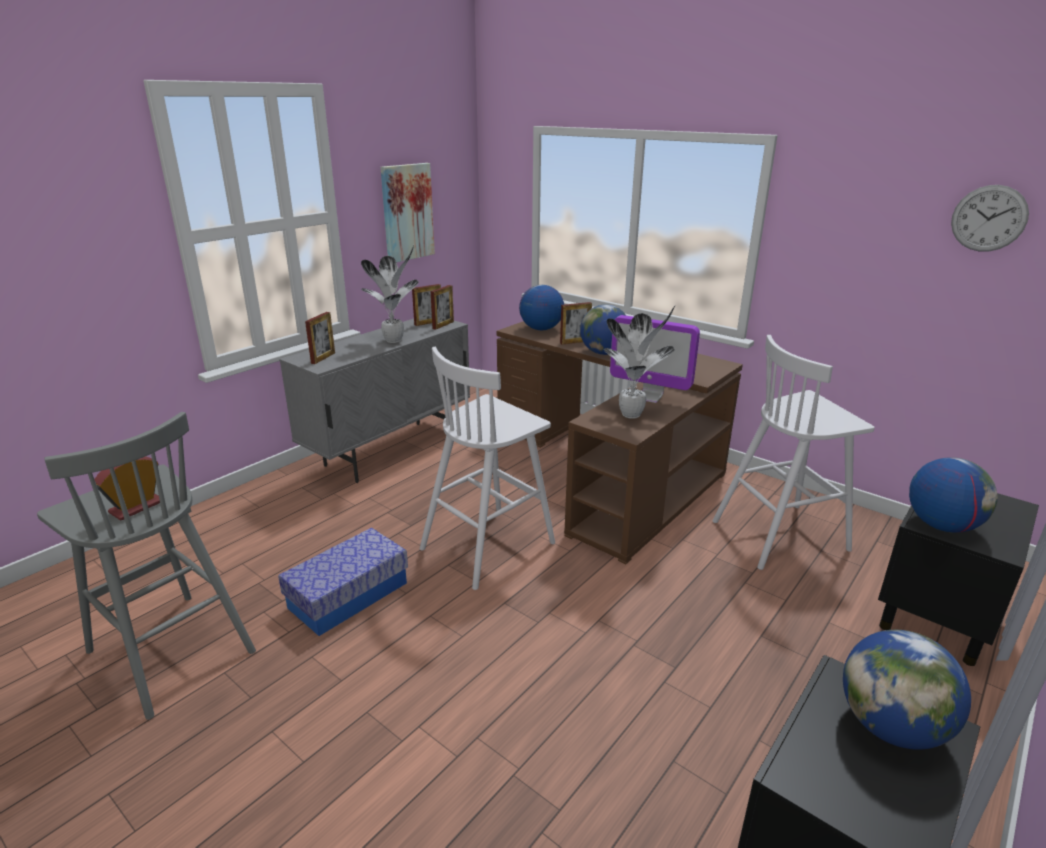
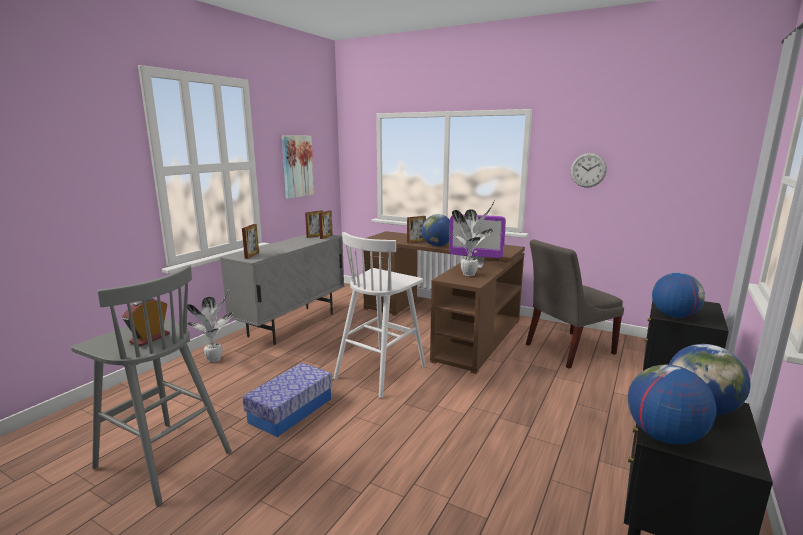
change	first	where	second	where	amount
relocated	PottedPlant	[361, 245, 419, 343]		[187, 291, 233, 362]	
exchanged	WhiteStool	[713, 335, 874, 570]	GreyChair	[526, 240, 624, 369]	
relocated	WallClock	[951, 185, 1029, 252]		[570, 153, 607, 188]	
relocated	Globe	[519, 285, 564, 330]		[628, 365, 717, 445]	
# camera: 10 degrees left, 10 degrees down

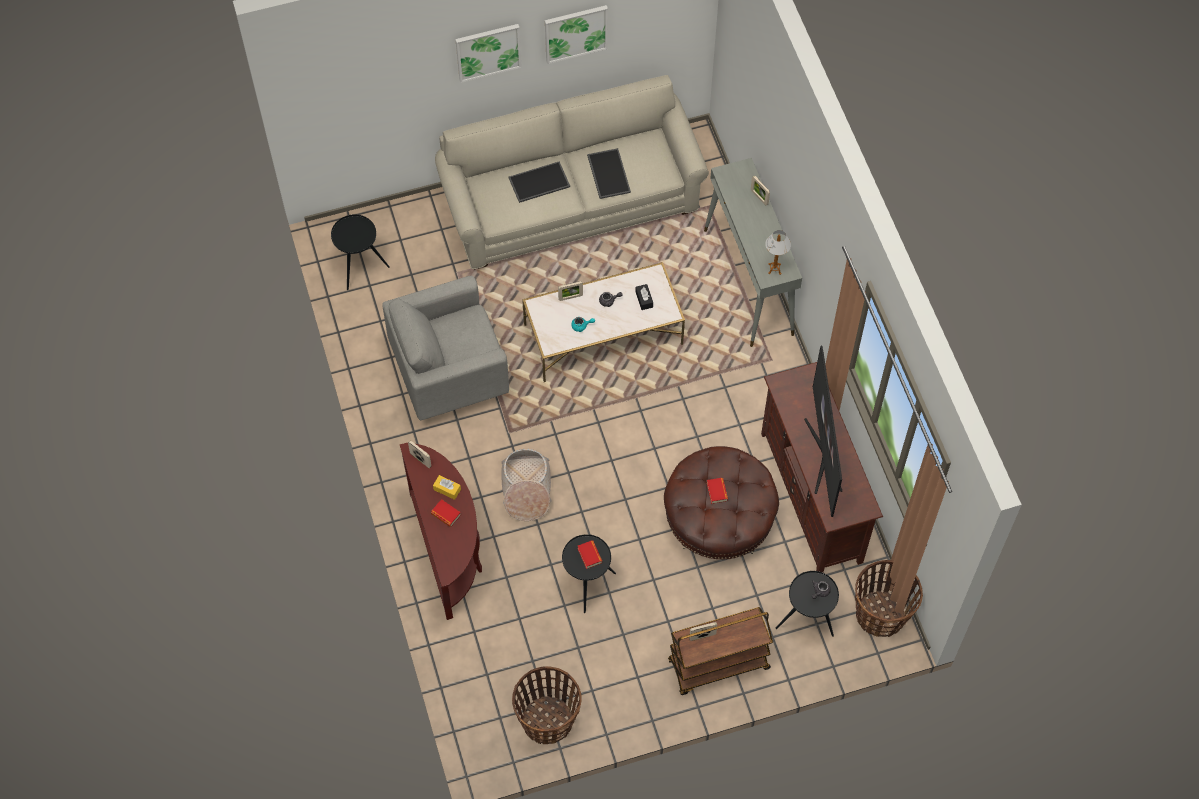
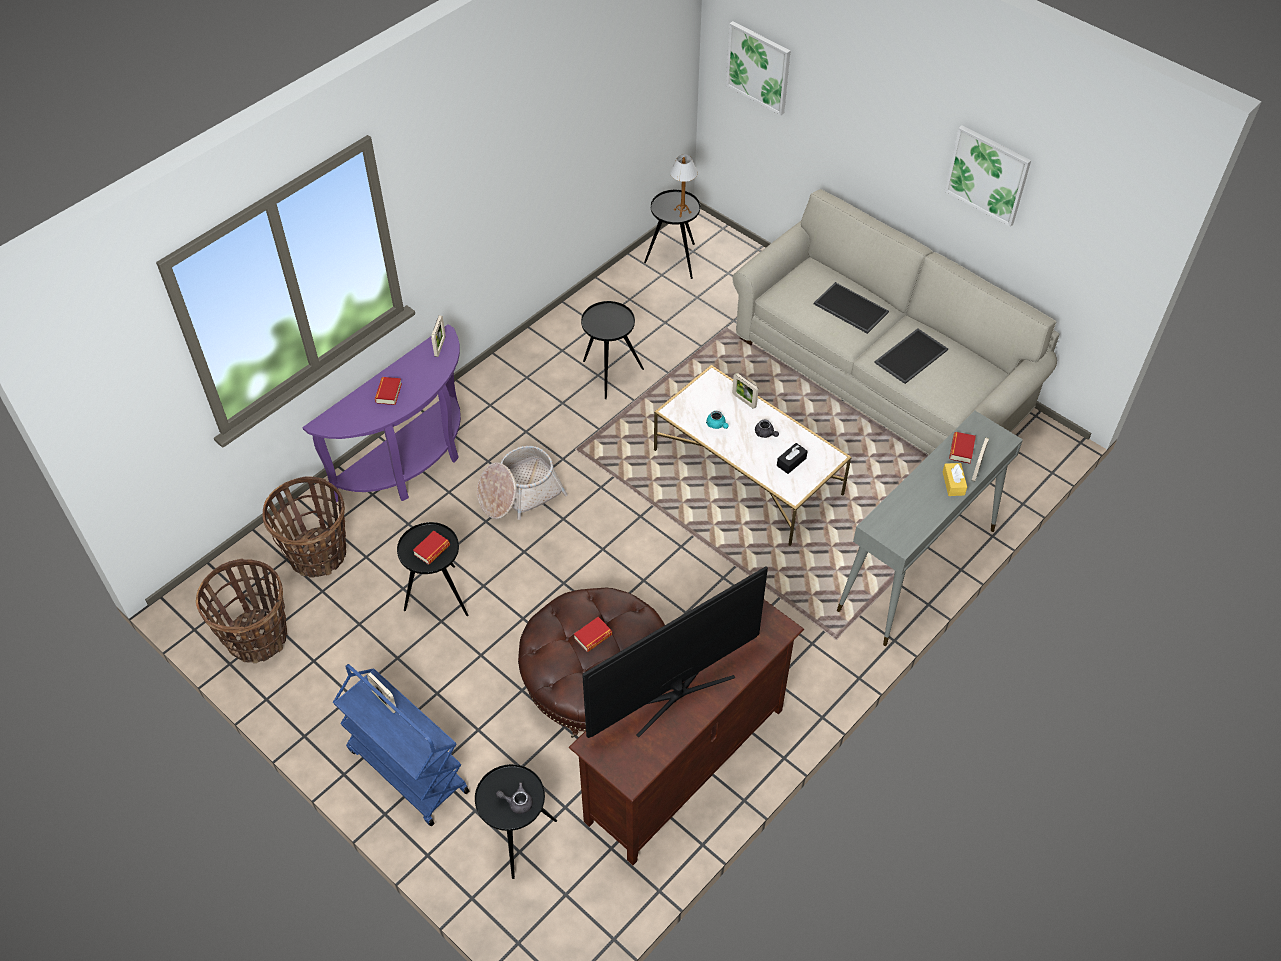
change	first	where	second	where	amount
relocated	Basket	[855, 560, 923, 637]		[262, 476, 346, 578]	
colour	BrownConsoleTable	[400, 443, 482, 620]	PurpleConsoleTable	[302, 324, 461, 502]	
colour	BrownCart	[668, 607, 773, 695]	BlueCart	[333, 664, 469, 826]	
exchanged	GreyArmchair	[382, 276, 509, 420]	BlackSideTable	[581, 301, 644, 399]	
relocated	TableLamp	[765, 230, 791, 275]		[670, 154, 698, 217]	
relocated	Picture	[455, 24, 522, 83]		[726, 21, 790, 115]	
relocated	YellowTissueBox	[433, 475, 461, 500]		[943, 463, 967, 496]	
appeared			Book	[949, 432, 976, 464]	
# camera: 60 degrees right, 10 degrees down

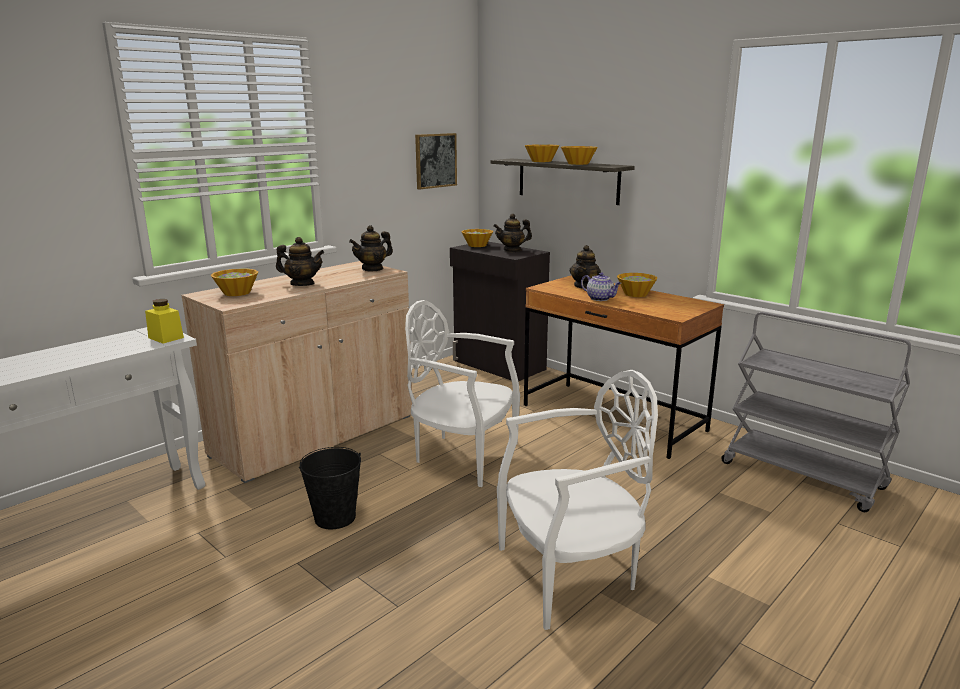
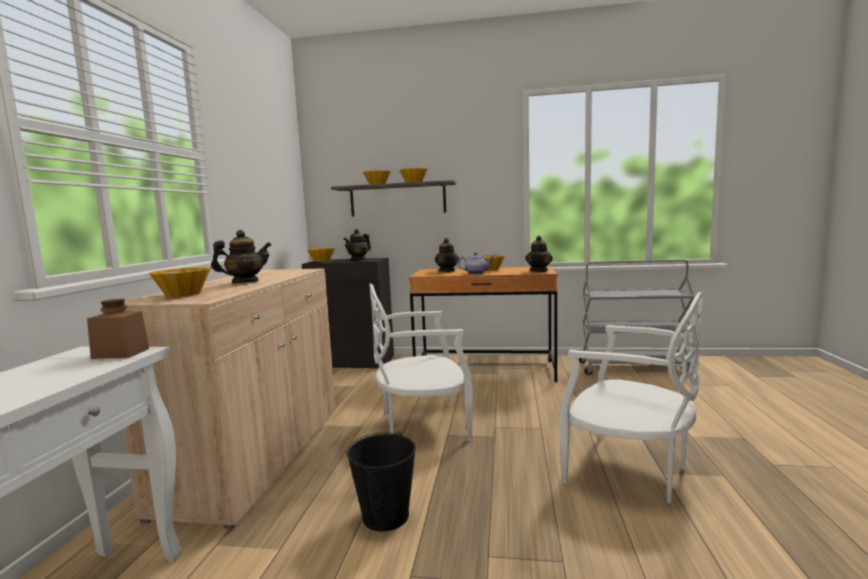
change	first	where	second	where	amount
colour	YellowJar	[145, 299, 184, 344]	BrownJar	[87, 299, 149, 359]	
relocated	Teapot	[349, 225, 393, 272]		[525, 236, 553, 272]	
spun	WhiteChair	[497, 370, 658, 630]		[559, 292, 703, 503]	90 degrees clockwise
missing	Picture	[415, 133, 457, 190]			
# camera: 35 degrees left, 10 degrees down

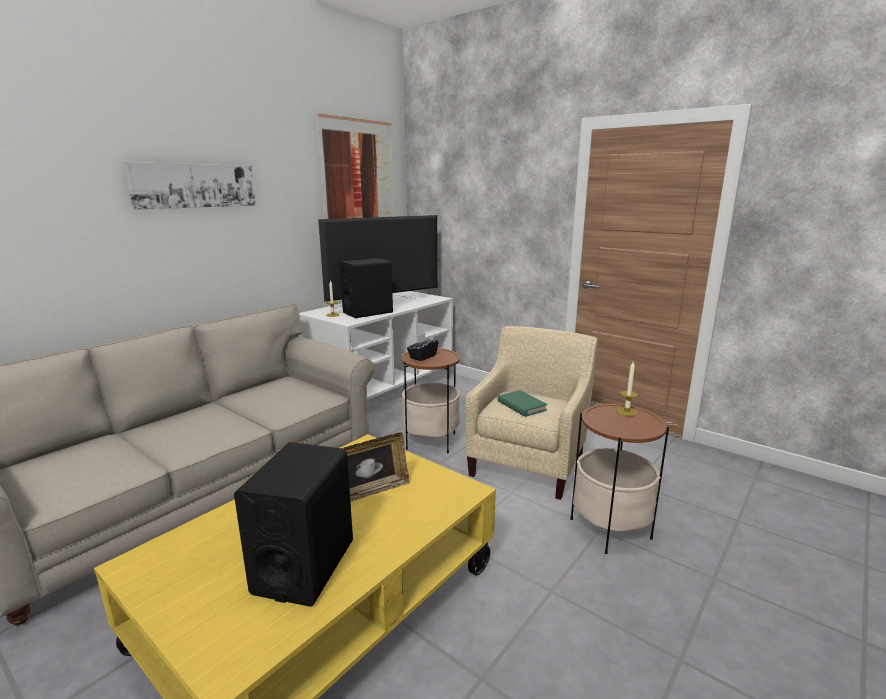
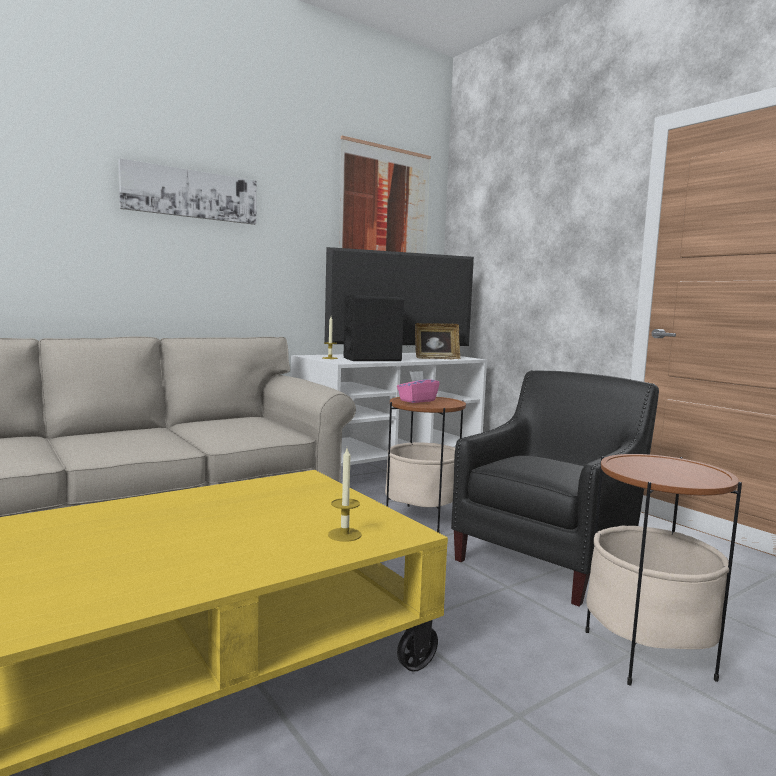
change	first	where	second	where	amount
relocated	Candle	[616, 362, 638, 416]		[328, 448, 361, 542]	
colour	BlackTissueBox	[407, 333, 438, 361]	PinkTissueBox	[397, 371, 440, 403]	
relocated	PictureFrame	[342, 432, 410, 502]		[415, 323, 460, 359]	
colour	BeigeArmchair	[465, 326, 598, 500]	BlackArmchair	[451, 370, 659, 607]	
missing	BlackSpeaker	[234, 442, 353, 607]			
missing	GreenBook	[498, 390, 548, 417]			
# camera: 15 degrees right, 10 degrees down

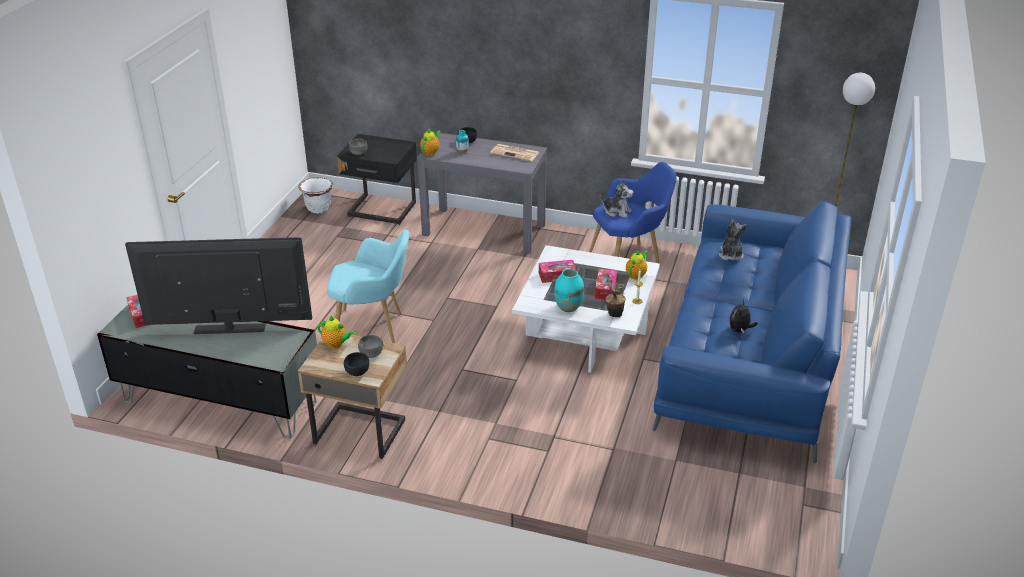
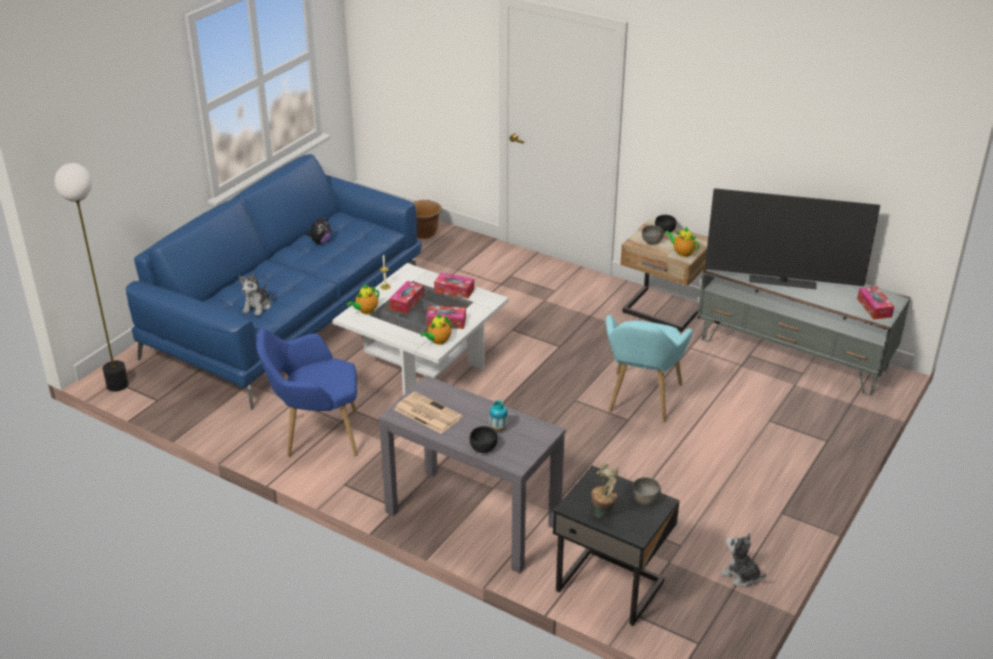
change	first	where	second	where	amount
appeared			BrownPlanter	[413, 200, 442, 239]	
relocated	Teapot	[420, 129, 441, 156]		[420, 313, 452, 345]	
exchanged	TurquoiseVase	[554, 269, 584, 312]	TissueBox	[434, 273, 474, 299]	
relocated	PottedPlant	[605, 278, 625, 317]		[591, 464, 618, 518]	
spun	TurquoiseArmchair	[327, 230, 409, 343]		[606, 315, 693, 422]	90 degrees counterclockwise
relocated	PlushToy	[600, 179, 634, 218]		[720, 533, 767, 587]	
missing	WhitePlanter	[298, 177, 333, 214]			
# camera: 165 degrees left, 0 degrees up

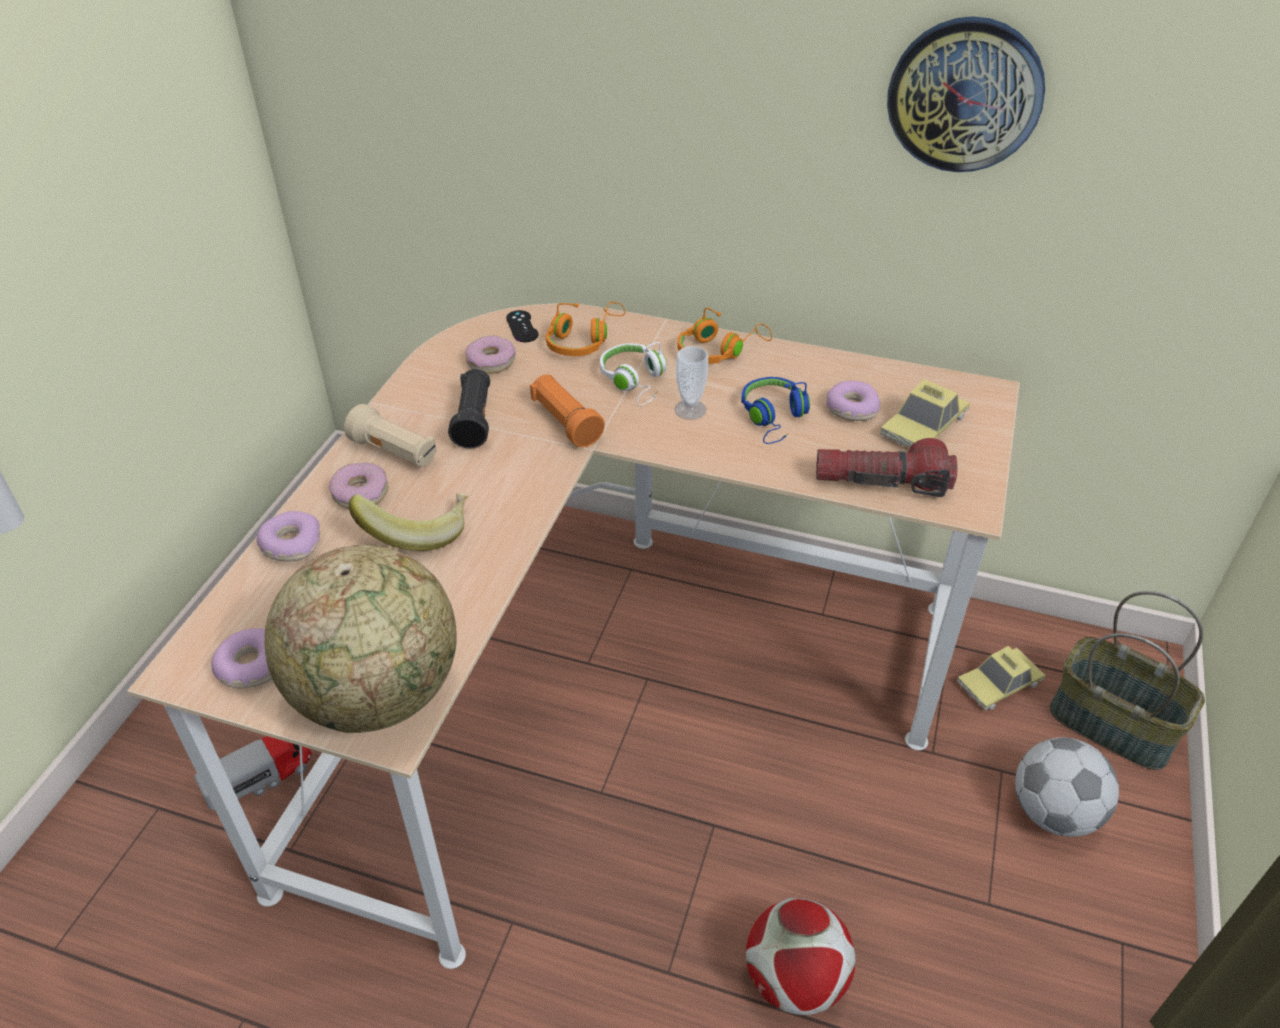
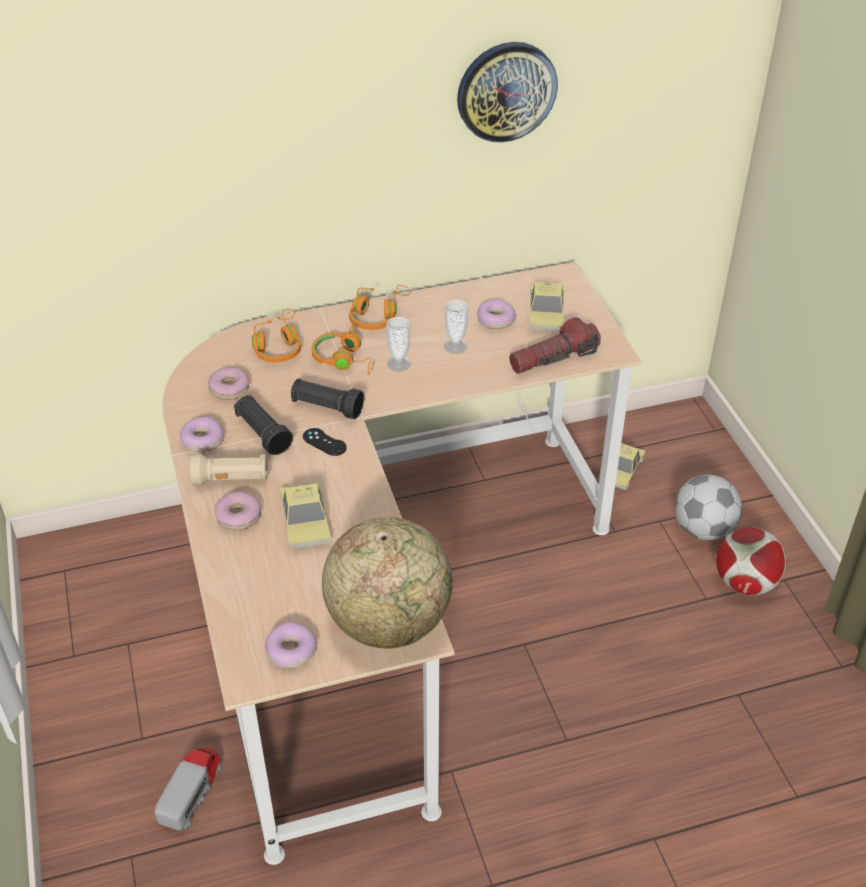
change	first	where	second	where	amount
relocated	Donut	[257, 511, 320, 561]		[180, 417, 224, 452]	
exchanged	Banana	[349, 493, 468, 551]	ToyCar	[280, 482, 332, 549]	
colour	OrangeFlashlight	[530, 374, 605, 447]	BlackFlashlight	[291, 378, 364, 419]	
relocated	BlackGameController	[506, 310, 539, 342]		[303, 428, 347, 456]	
colour	WhiteHeadphones	[600, 342, 667, 406]	OrangeHeadphones	[312, 325, 374, 375]	
exchanged	BlueHeadphones	[741, 377, 810, 444]	Cup	[444, 300, 468, 354]	
relocated	Football	[746, 898, 855, 1015]		[716, 527, 786, 596]	
missing	Basket	[1049, 591, 1205, 770]			
# camera: 35 degrees left, 0 degrees up

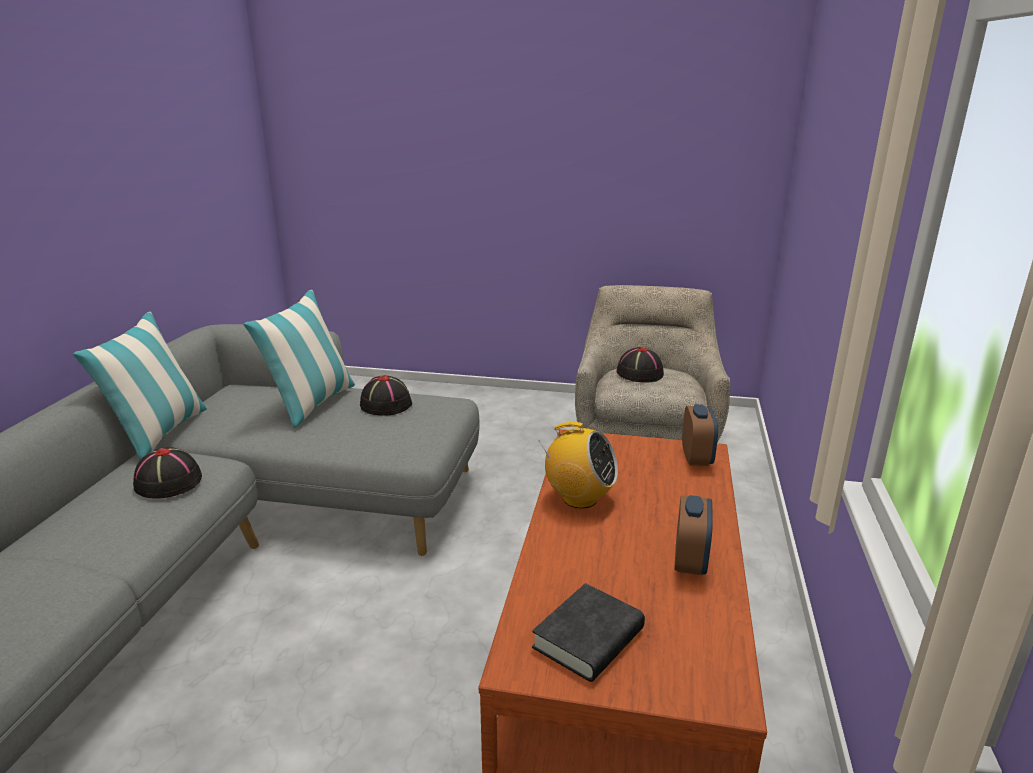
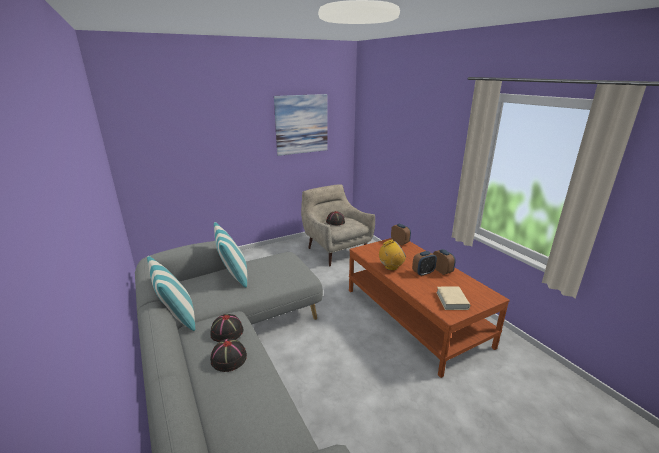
change	first	where	second	where	amount
relocated	BlackHat	[360, 375, 412, 416]		[210, 339, 247, 372]	
appeared			Picture	[274, 94, 328, 156]	
appeared			AlarmClock	[412, 251, 437, 276]	
colour	BlackBook	[532, 583, 645, 682]	BeigeBook	[436, 286, 470, 310]	
# camera: 40 degrees left, 0 degrees up

